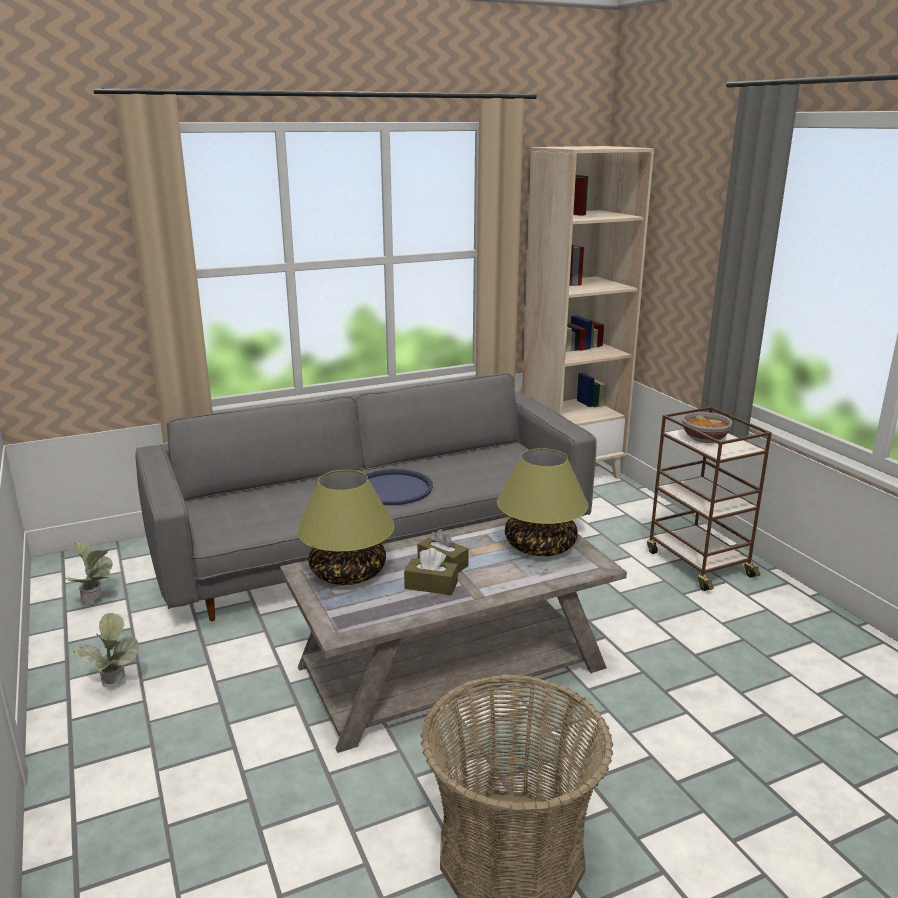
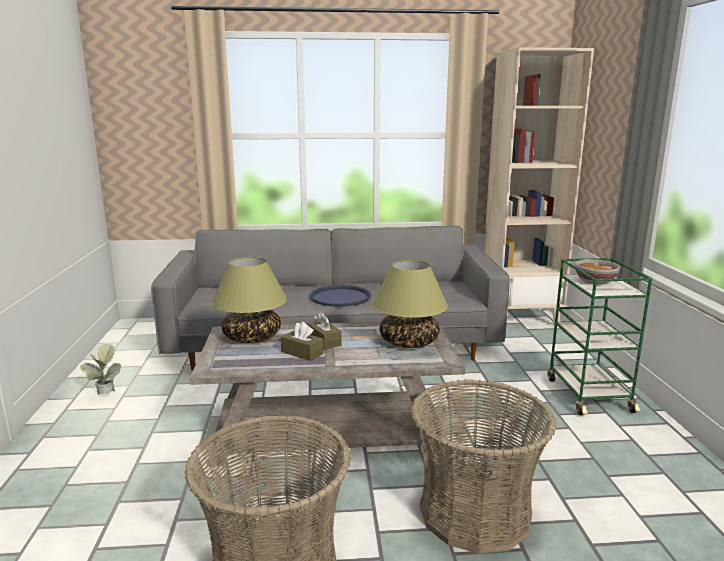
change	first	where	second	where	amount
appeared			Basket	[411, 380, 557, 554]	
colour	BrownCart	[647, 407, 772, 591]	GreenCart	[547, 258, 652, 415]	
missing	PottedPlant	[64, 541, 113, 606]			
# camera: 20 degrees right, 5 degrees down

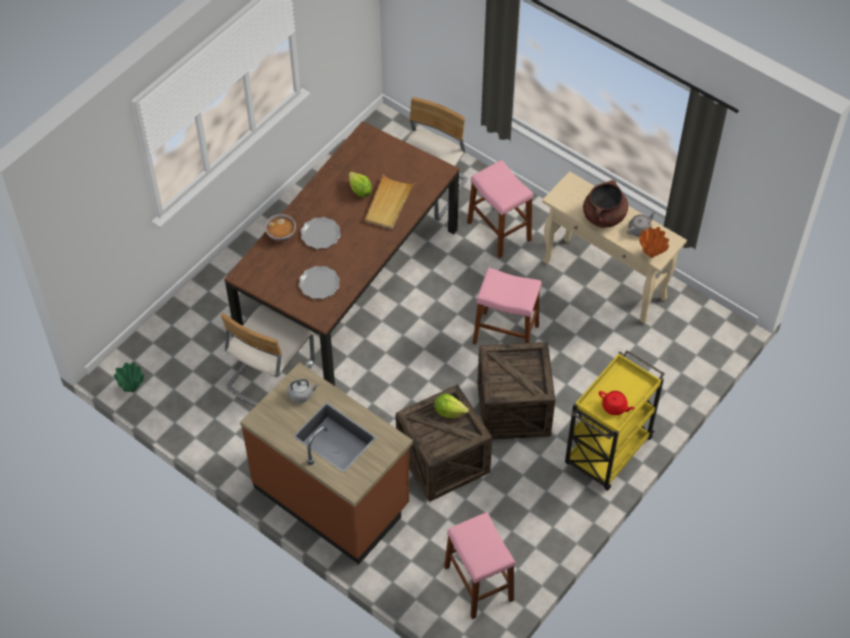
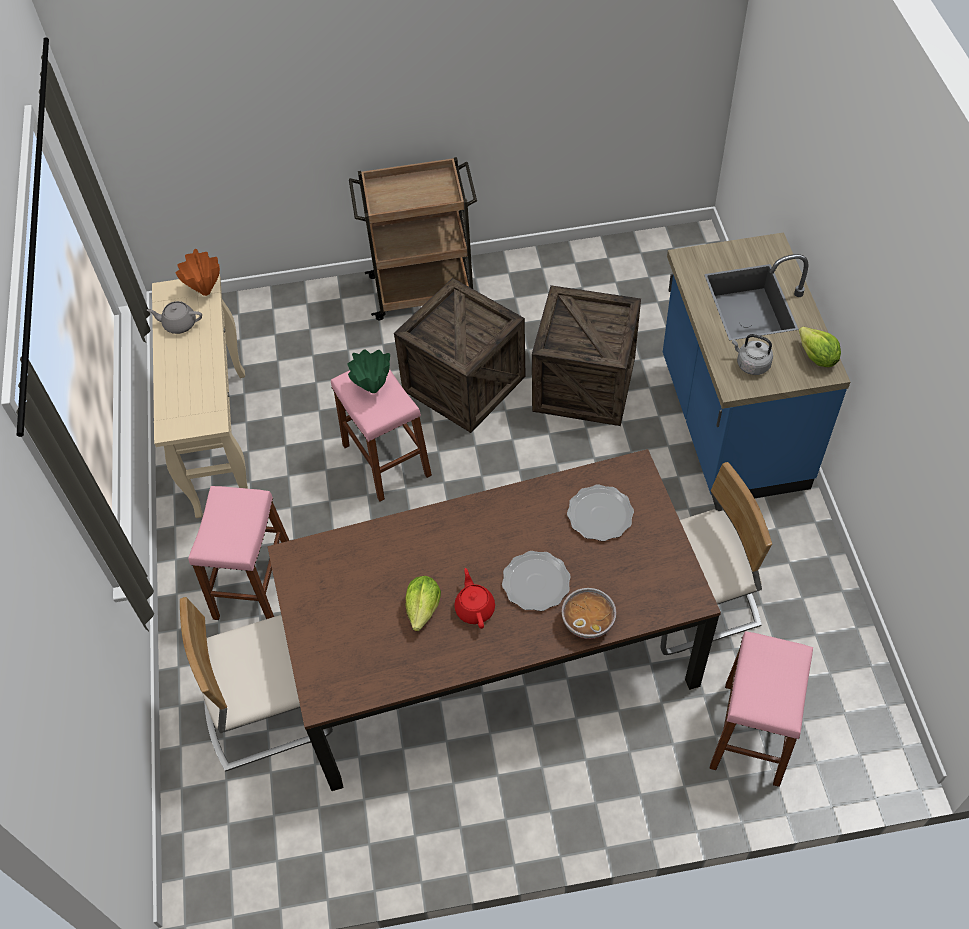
change	first	where	second	where	amount
relocated	GreenVase	[113, 362, 144, 392]		[347, 349, 390, 393]	
colour	YellowCart	[565, 350, 665, 491]	BrownCart	[349, 157, 477, 320]	
relocated	RedTeapot	[599, 391, 635, 415]		[454, 568, 495, 629]	
colour	BrownCounter	[240, 362, 413, 564]	BlueCounter	[663, 232, 850, 499]	
relocated	PinkStool	[444, 512, 515, 619]		[709, 631, 813, 787]	
relocated	Lettuce	[434, 394, 469, 418]		[799, 326, 841, 367]	
missing	BeigeTray	[365, 174, 415, 229]			
missing	BrownCookingPot	[583, 180, 628, 228]			
# camera: 135 degrees left, 0 degrees up

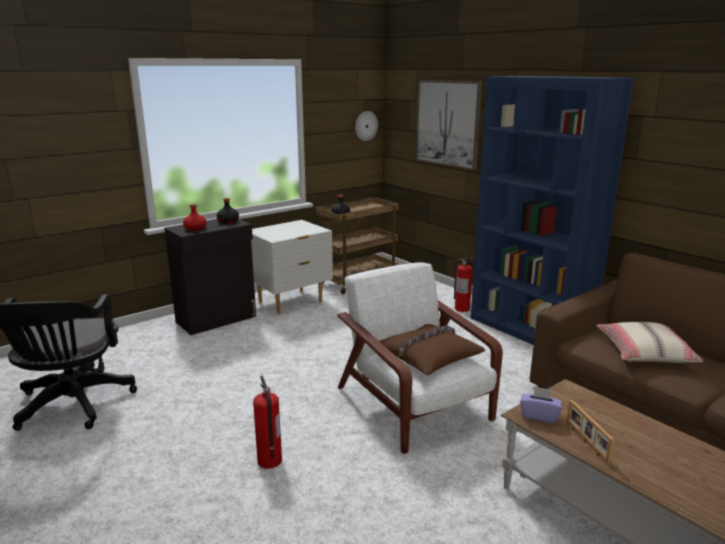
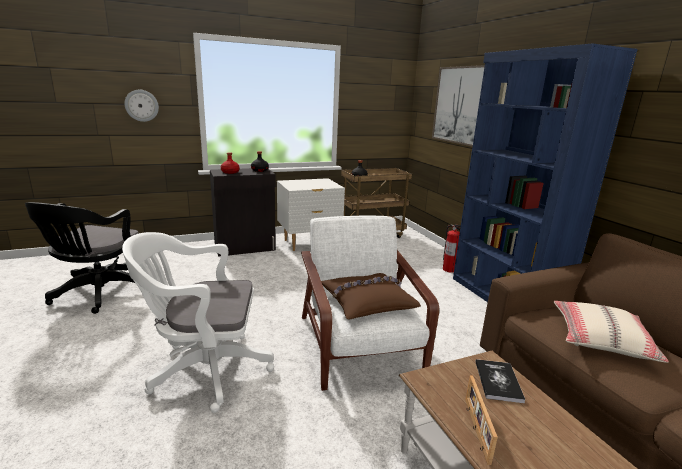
change	first	where	second	where	amount
exchanged	FireExtinguisher	[253, 375, 282, 469]	WhiteOfficeChair	[122, 232, 274, 413]	
relocated	WallClock	[355, 111, 378, 141]		[124, 90, 159, 122]	
appeared			Book	[476, 359, 525, 403]	
missing	PurpleTissueBox	[520, 386, 562, 423]			
# camera: 15 degrees right, 0 degrees up

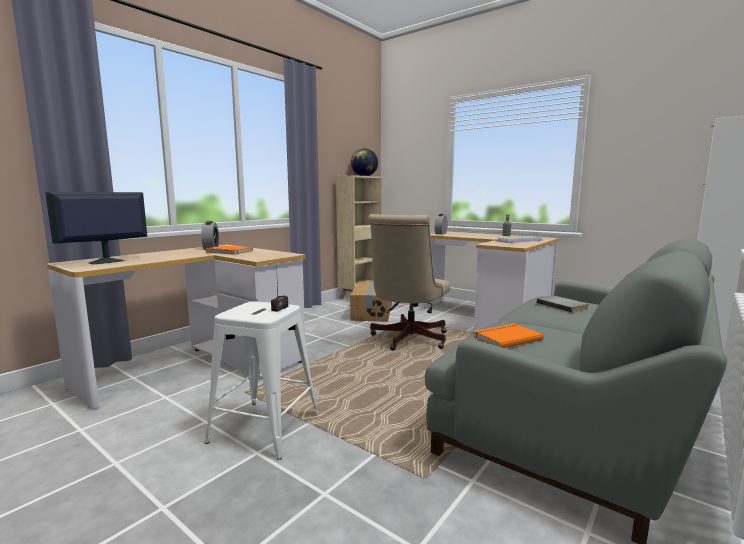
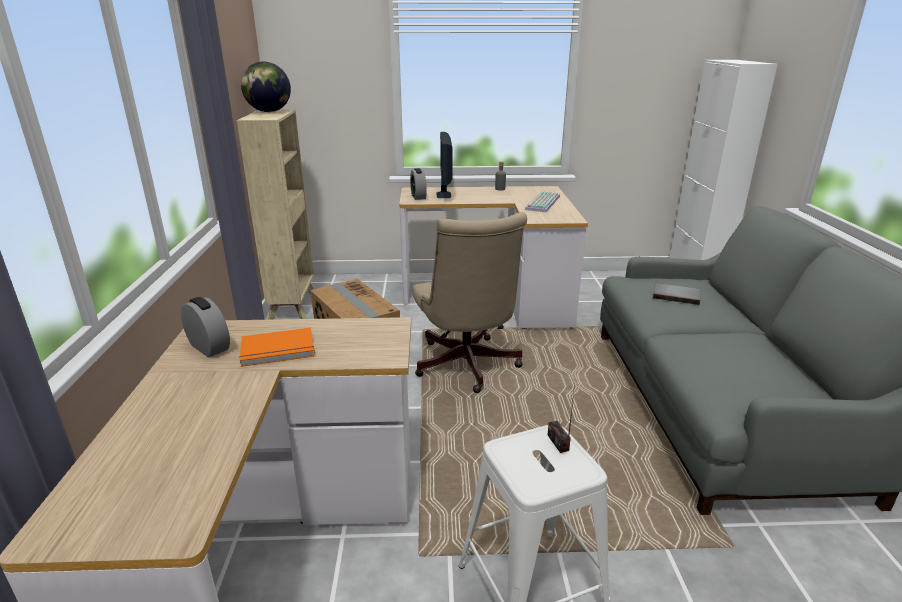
change	first	where	second	where	amount
relocated	Monitor	[45, 192, 147, 264]		[437, 132, 453, 198]	
missing	OrangeBook	[473, 324, 544, 348]			
# camera: 40 degrees left, 15 degrees up

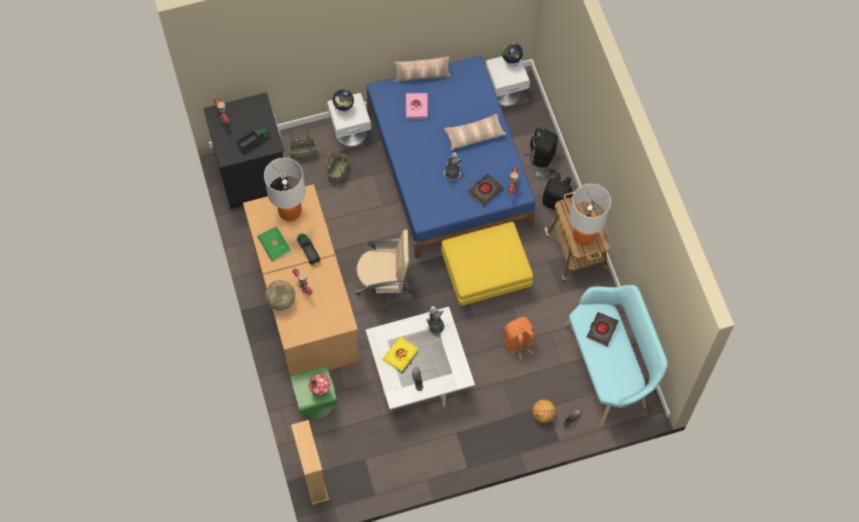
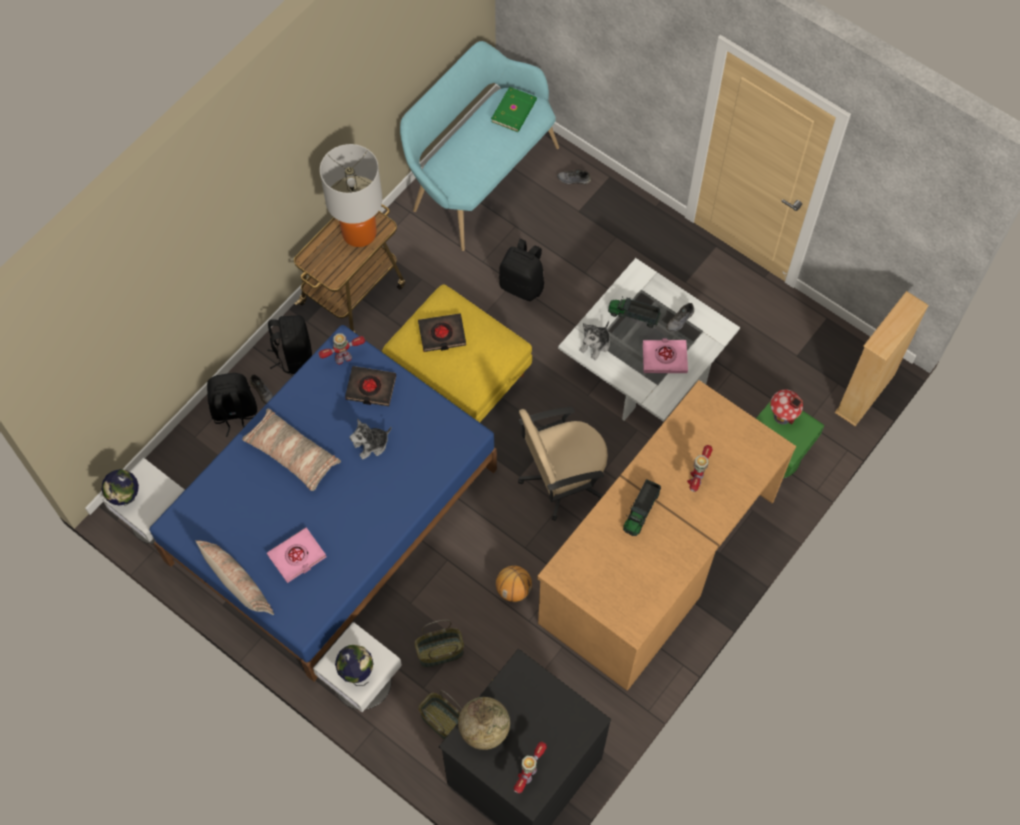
change	first	where	second	where	amount
relocated	BlackBook	[586, 312, 619, 346]		[418, 313, 466, 352]	
relocated	Globe	[265, 280, 295, 310]		[458, 697, 510, 750]	
relocated	GreenBook	[257, 226, 291, 261]		[491, 87, 537, 132]	
relocated	Basketball	[532, 399, 556, 423]		[496, 566, 532, 602]	
colour	OrangeBackpack	[503, 317, 534, 360]	BlackBackpack	[499, 239, 544, 301]	
spun	BeigeOfficeChair	[356, 229, 413, 312]		[518, 407, 608, 521]	75 degrees counterclockwise
relocated	ToyTruck	[237, 128, 269, 152]		[608, 296, 661, 328]	
colour	YellowBook	[383, 337, 418, 372]	PinkBook	[643, 339, 688, 373]	
missing	TableLamp	[264, 158, 306, 221]			
# camera: 125 degrees left, 0 degrees up

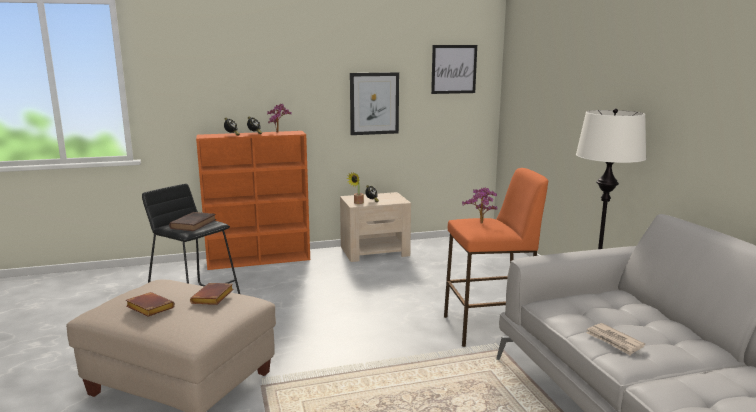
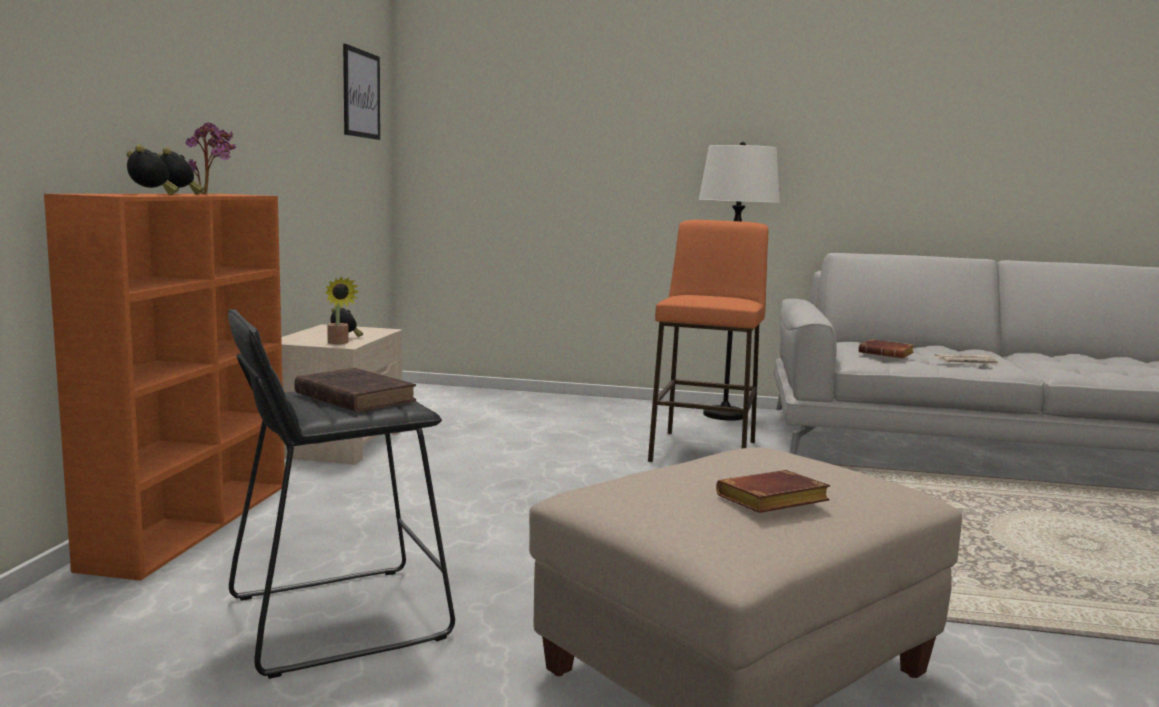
change	first	where	second	where	amount
relocated	BrownBook	[190, 283, 234, 305]		[858, 339, 914, 358]	
missing	Picture	[350, 72, 399, 135]			
missing	PottedPlant	[462, 188, 498, 224]			
# camera: 65 degrees left, 5 degrees down

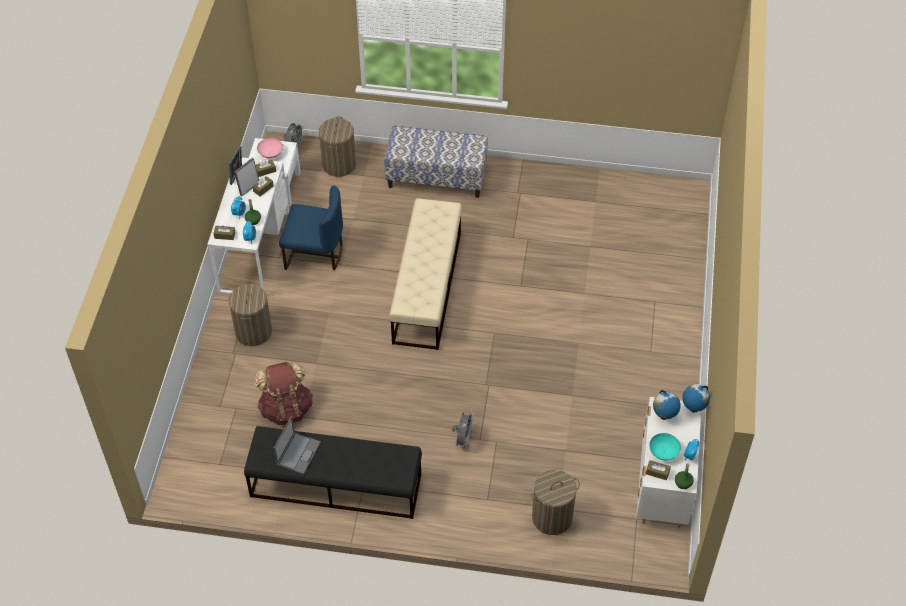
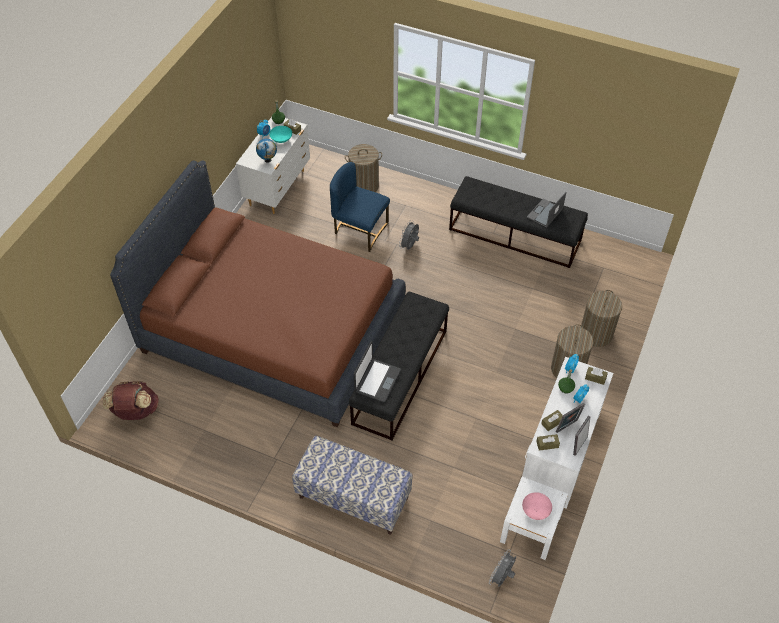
change	first	where	second	where	amount
relocated	BrownBackpack	[255, 362, 313, 425]		[103, 381, 159, 420]	
appeared			BrownBed	[110, 160, 406, 427]	
relocated	BlueChair	[279, 185, 343, 270]		[330, 162, 390, 252]	
colour	BeigeBench	[389, 198, 462, 350]	BlackBench	[349, 292, 449, 440]	
appeared			Laptop	[354, 341, 401, 402]	
relocated	LaundryBasket	[319, 116, 356, 177]		[581, 290, 622, 347]	
missing	Globe	[682, 384, 710, 413]			
# camera: 165 degrees left, 0 degrees up

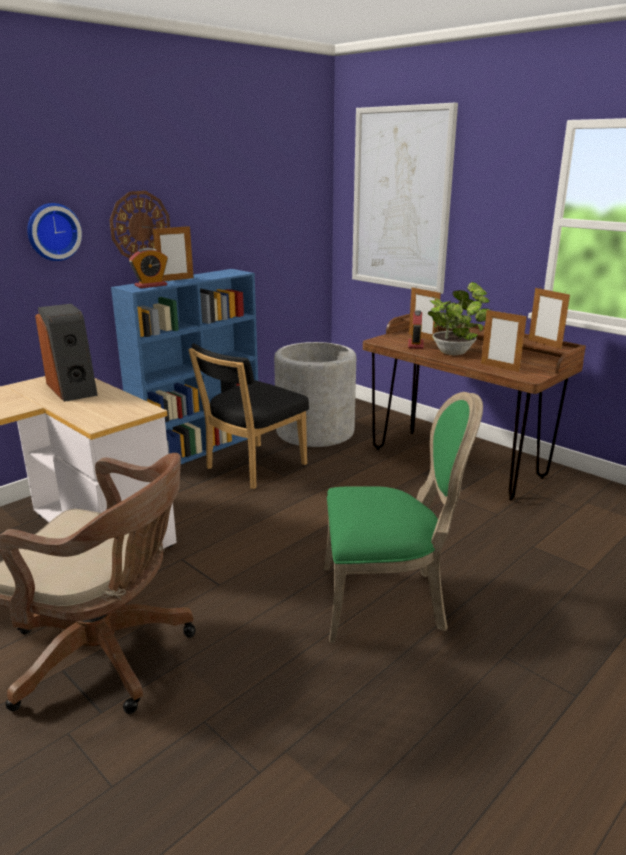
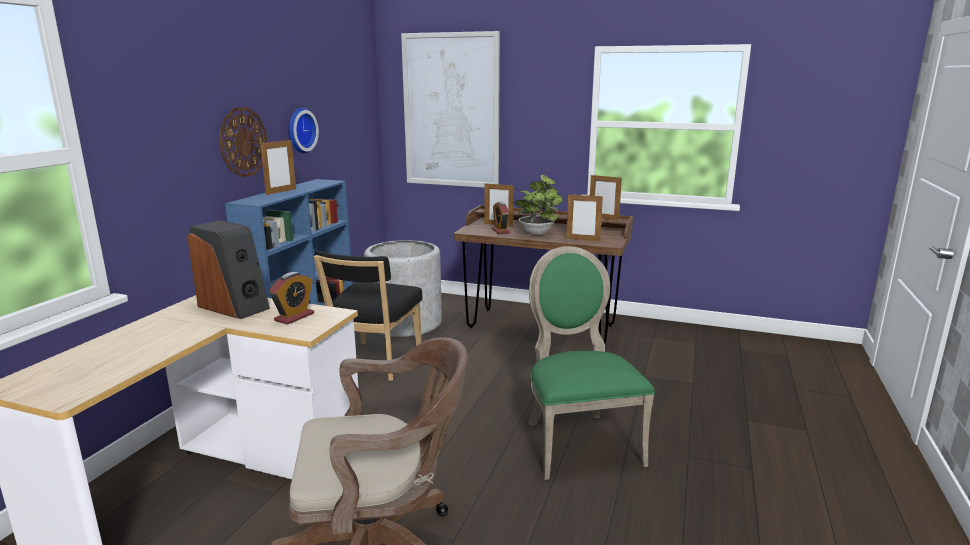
change	first	where	second	where	amount
relocated	AlarmClock	[129, 248, 168, 288]		[269, 272, 314, 325]	
relocated	WallClock	[27, 203, 82, 261]		[288, 108, 319, 153]	
spun	GreenChair	[324, 392, 483, 643]		[528, 246, 655, 480]	75 degrees counterclockwise
# camera: 25 degrees left, 5 degrees down

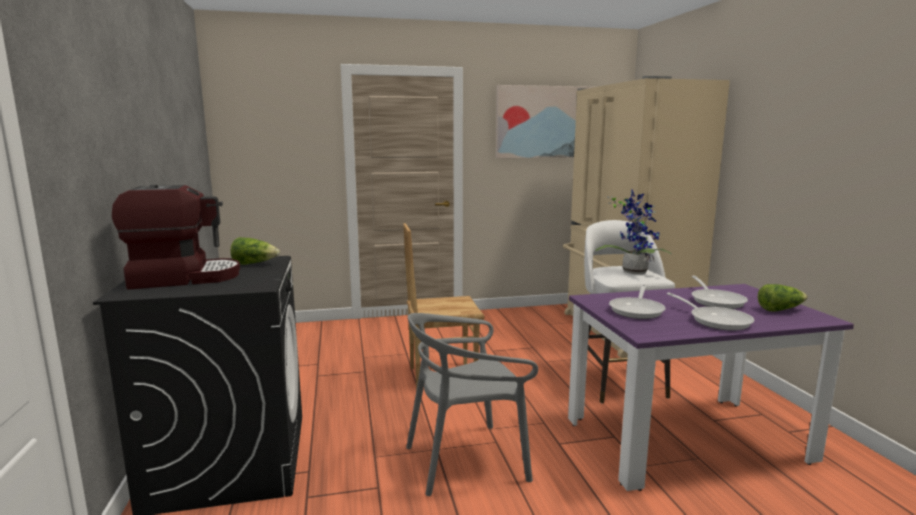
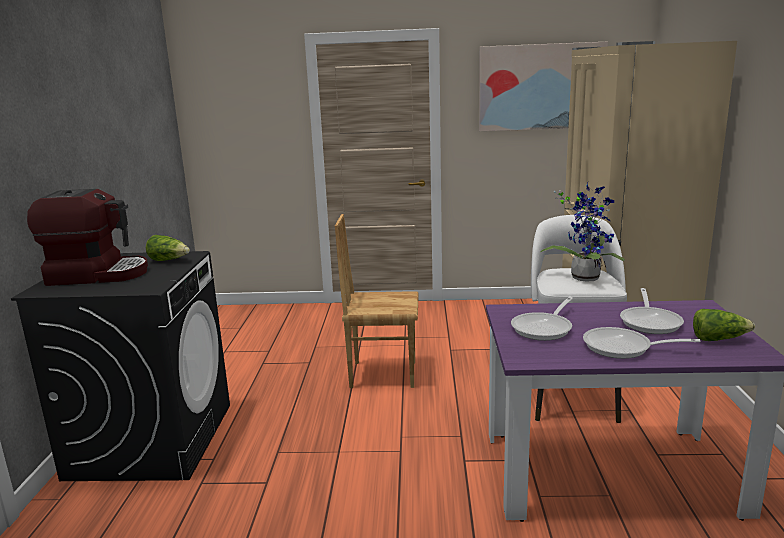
change	first	where	second	where	amount
spun	FryingPan	[667, 293, 755, 331]		[583, 327, 701, 359]	120 degrees clockwise
missing	GreyChair	[406, 313, 538, 496]			
# camera: 15 degrees right, 5 degrees up

